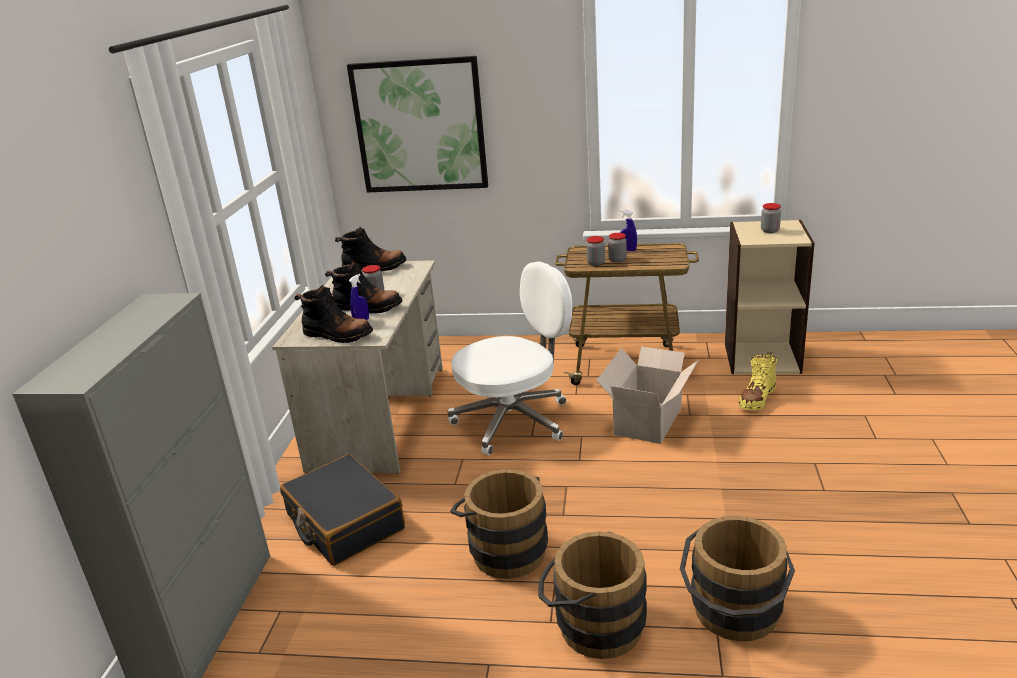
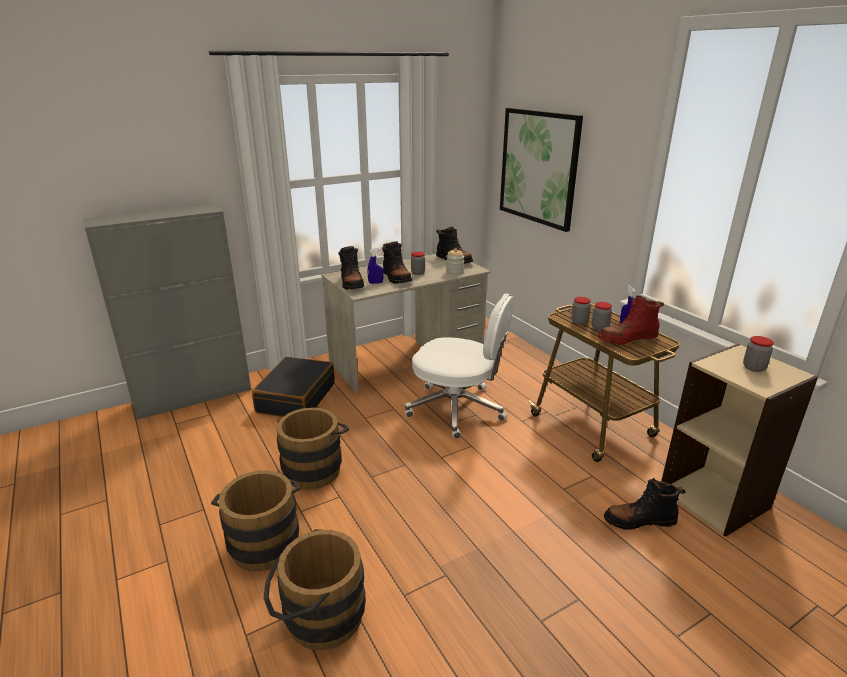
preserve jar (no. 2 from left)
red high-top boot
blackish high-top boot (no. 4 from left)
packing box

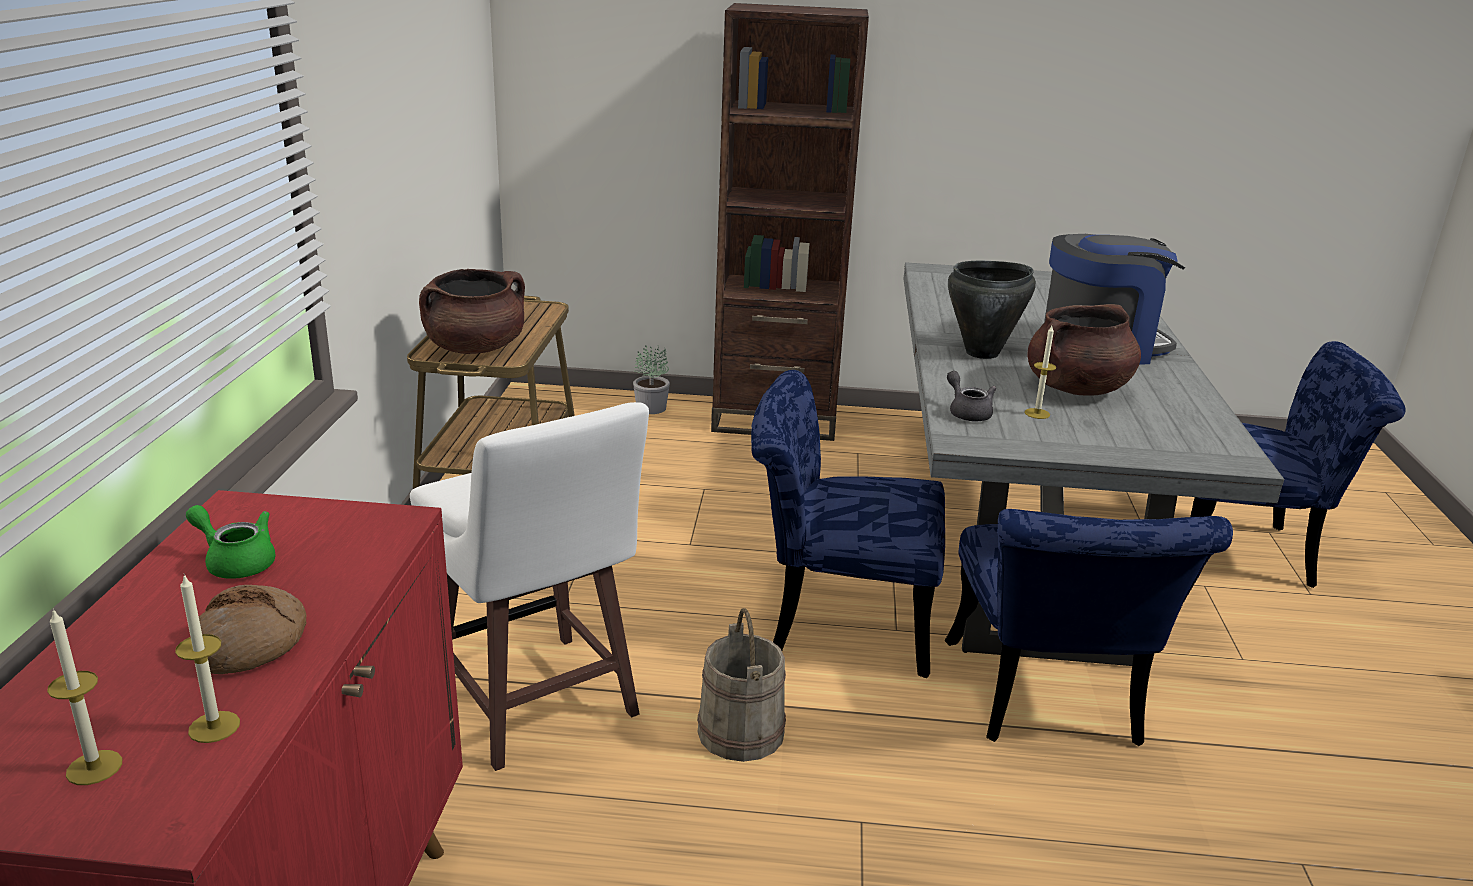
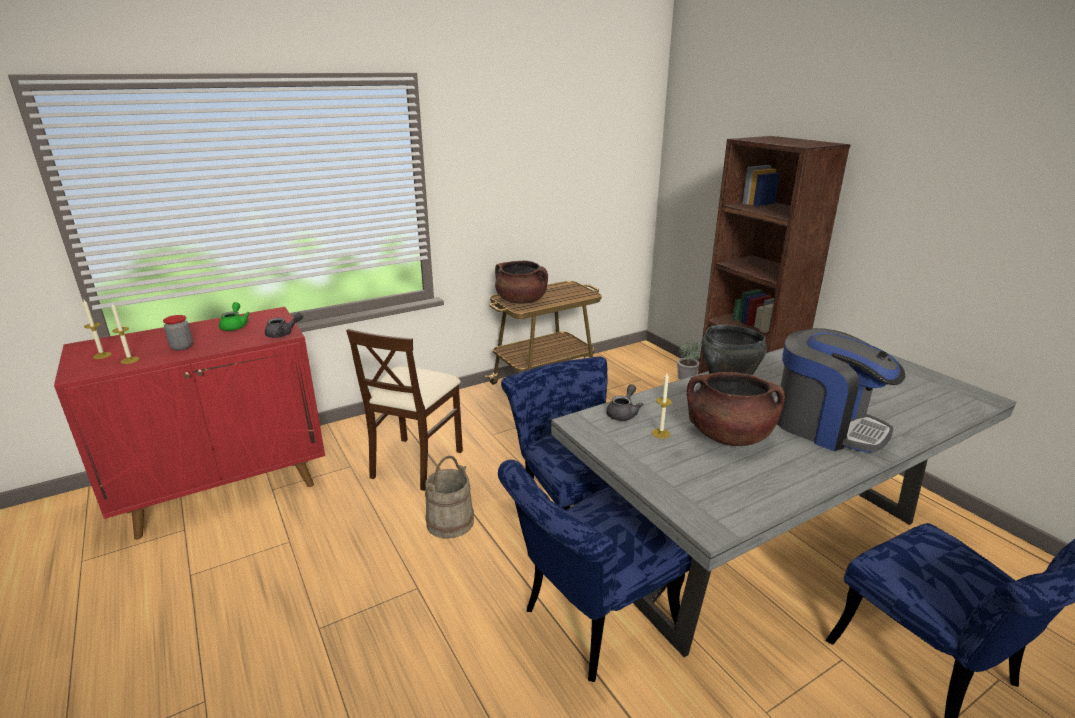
preserve jar
gray pot for tea (no. 1 from left)
sand-coloured chair

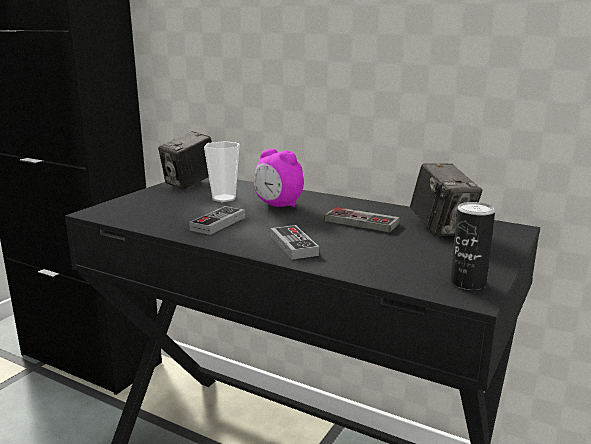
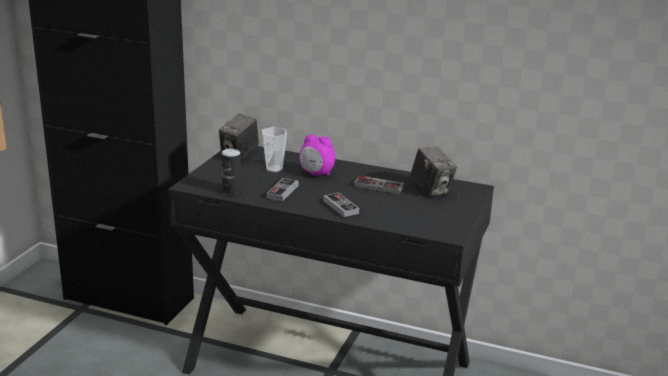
can

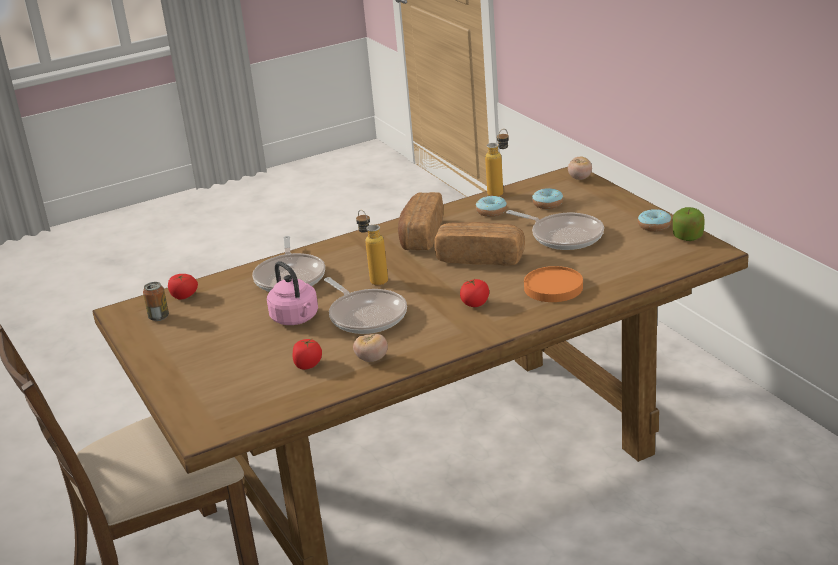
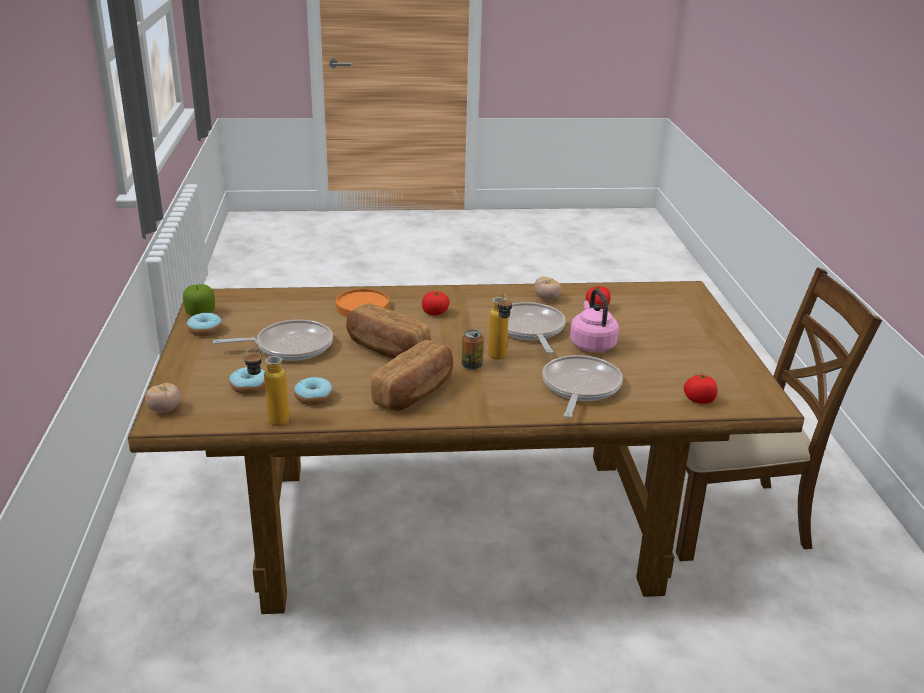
pan (no. 1 from left)
can

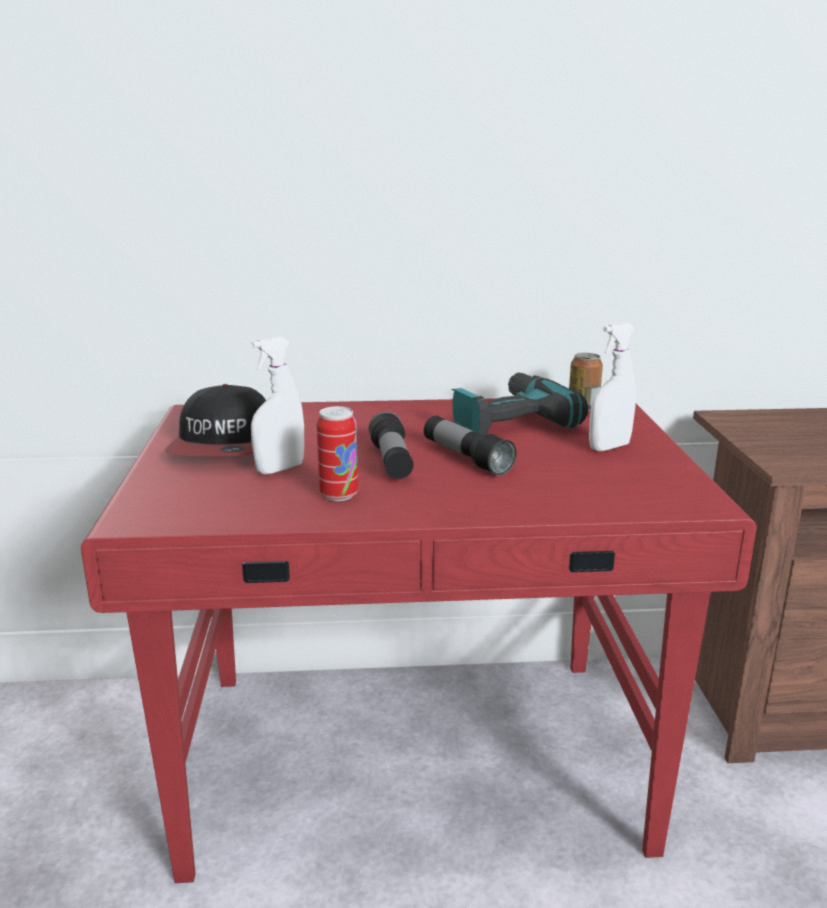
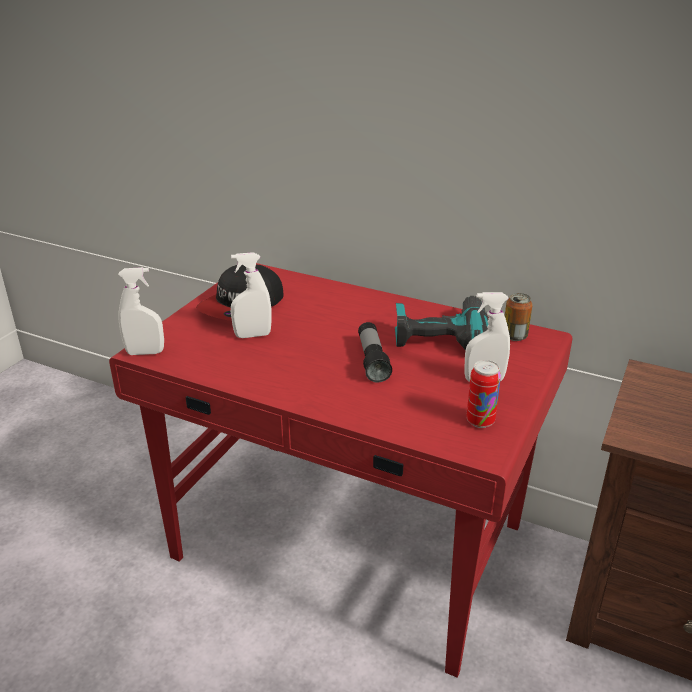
white-coloured hand sprayer (no. 1 from left)
can (no. 1 from left)
torch (no. 1 from left in the first image)

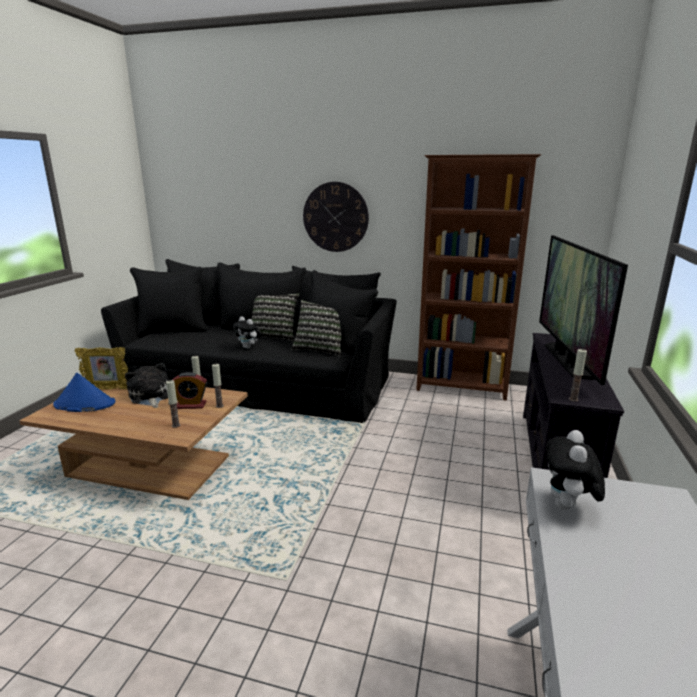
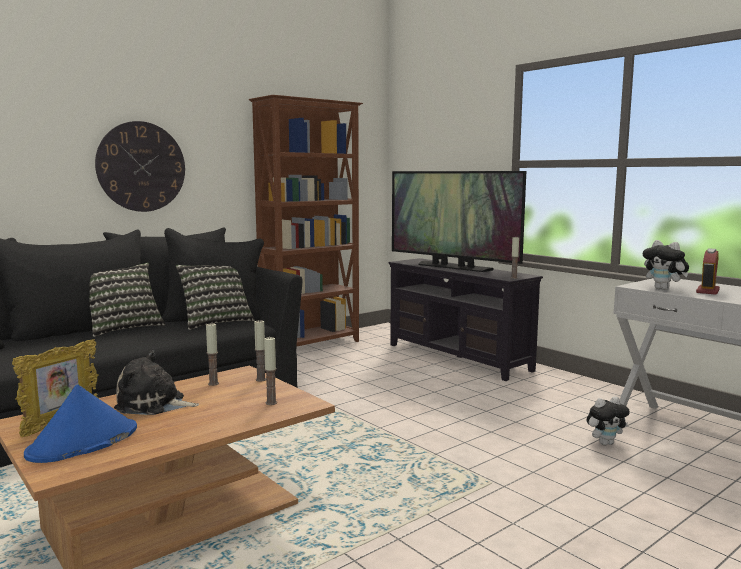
soft toy (no. 2 from left)
table clock

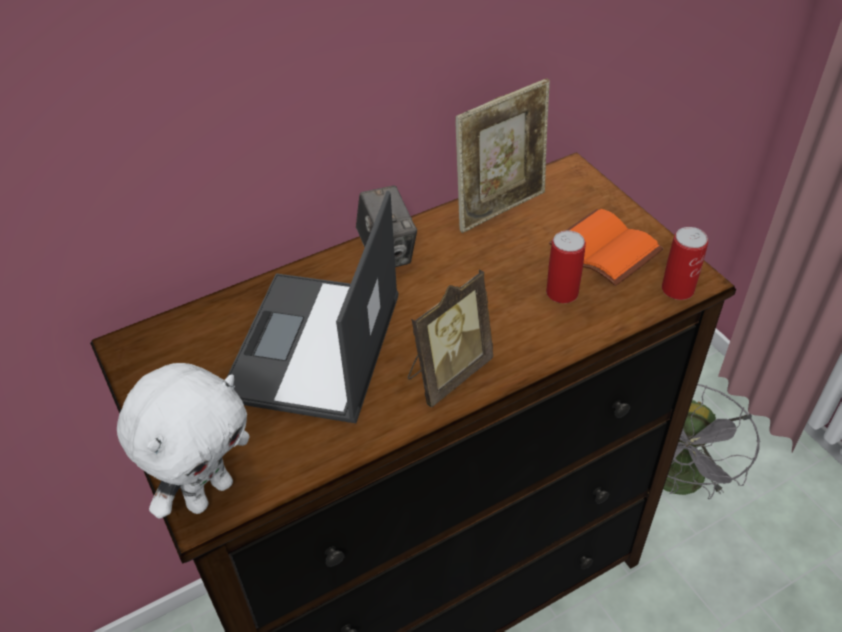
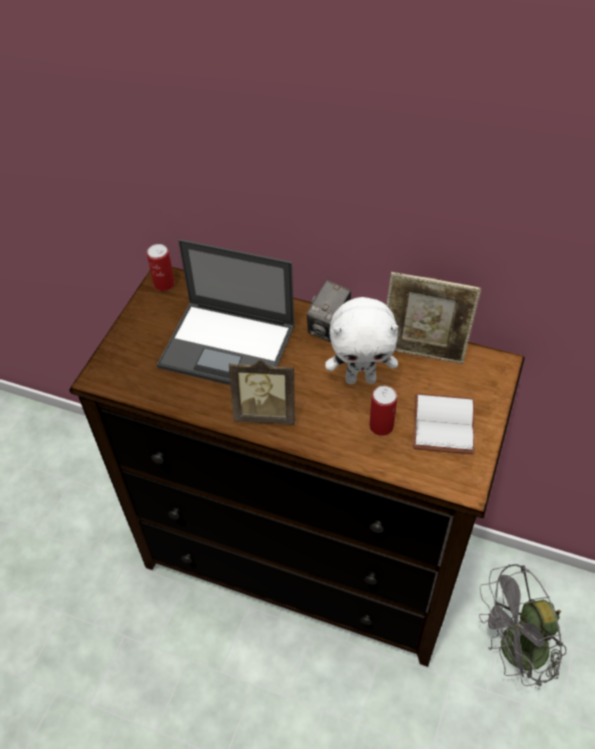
can (no. 1 from left)
notebook computer
white-coloured soft toy
white-coloured bound book

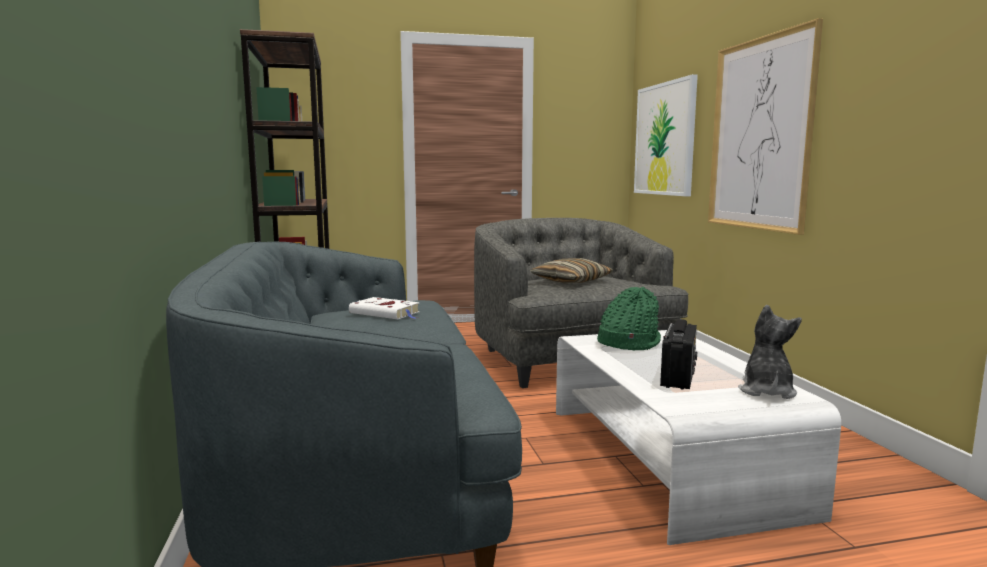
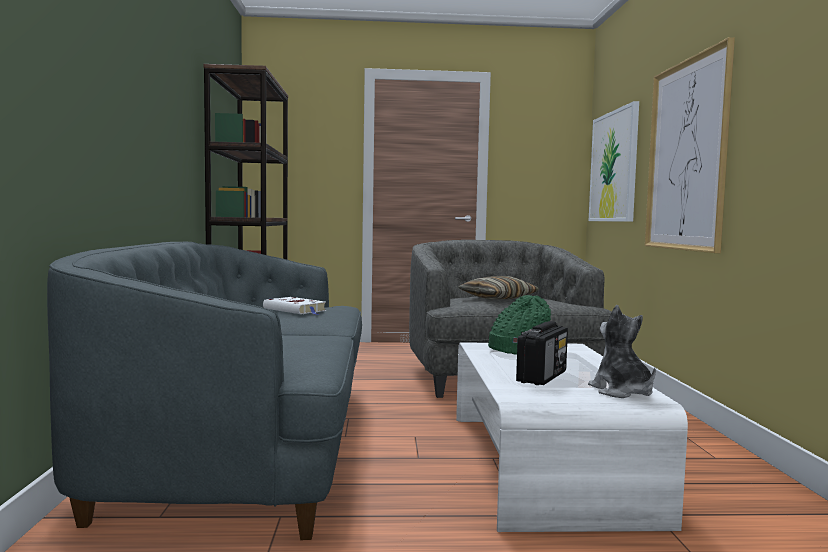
soft toy

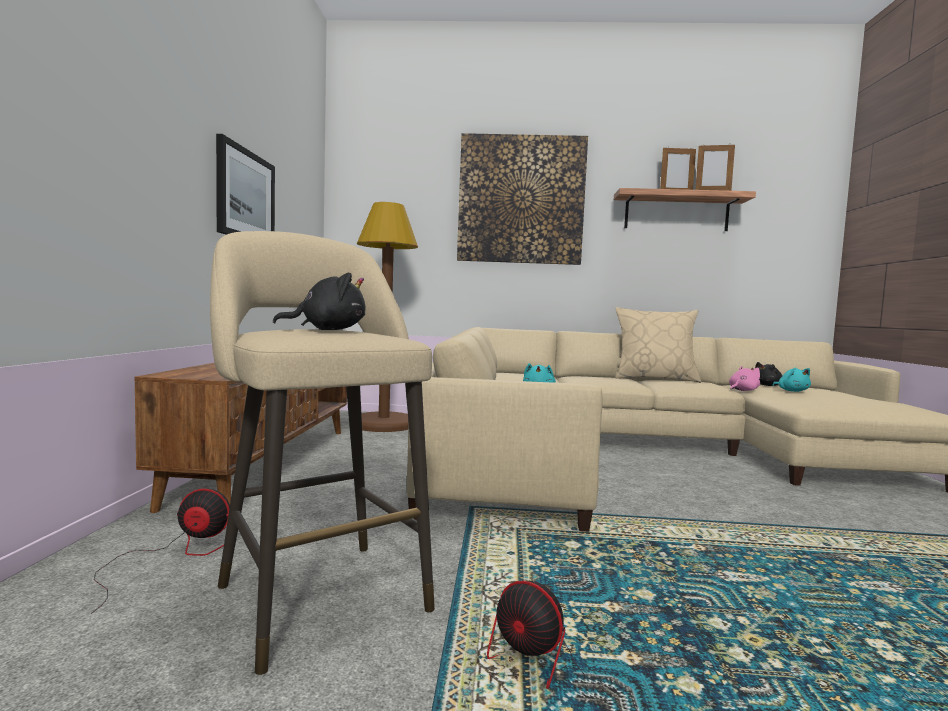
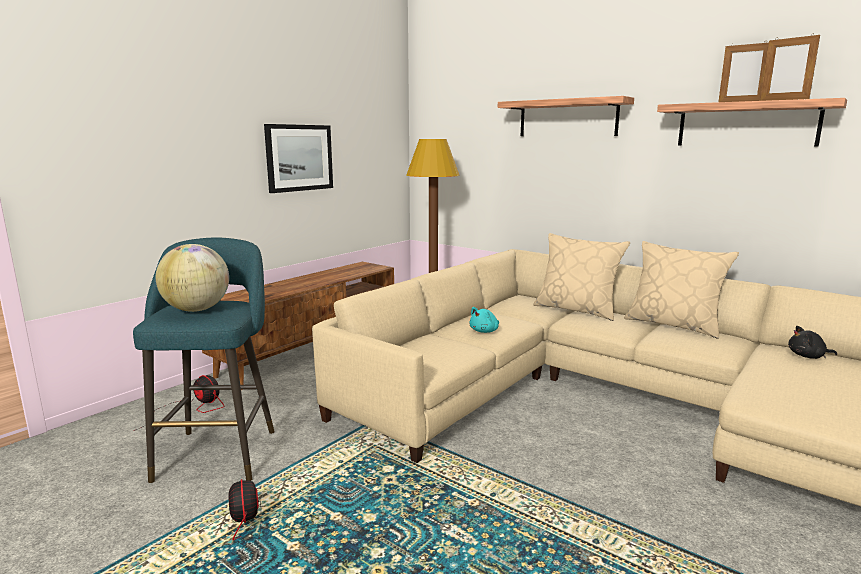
turquoise-coloured stool
globe
shelf (no. 1 from left)
sand-coloured pillow (no. 1 from left)
pink-coloured soft toy
turquoise-coloured soft toy (no. 2 from left in the first image)

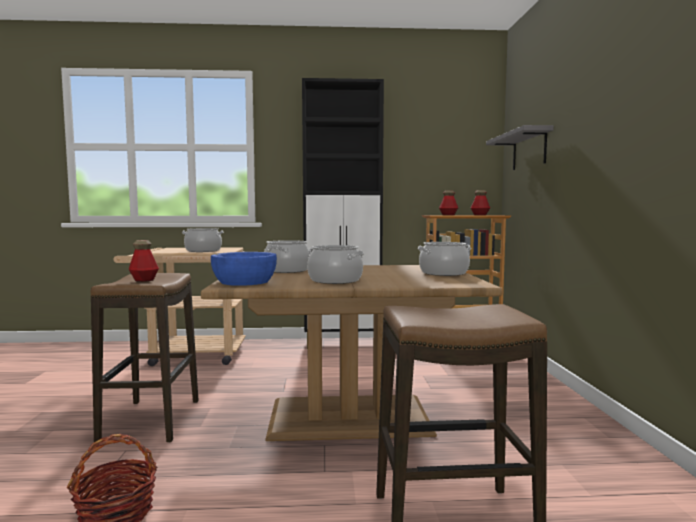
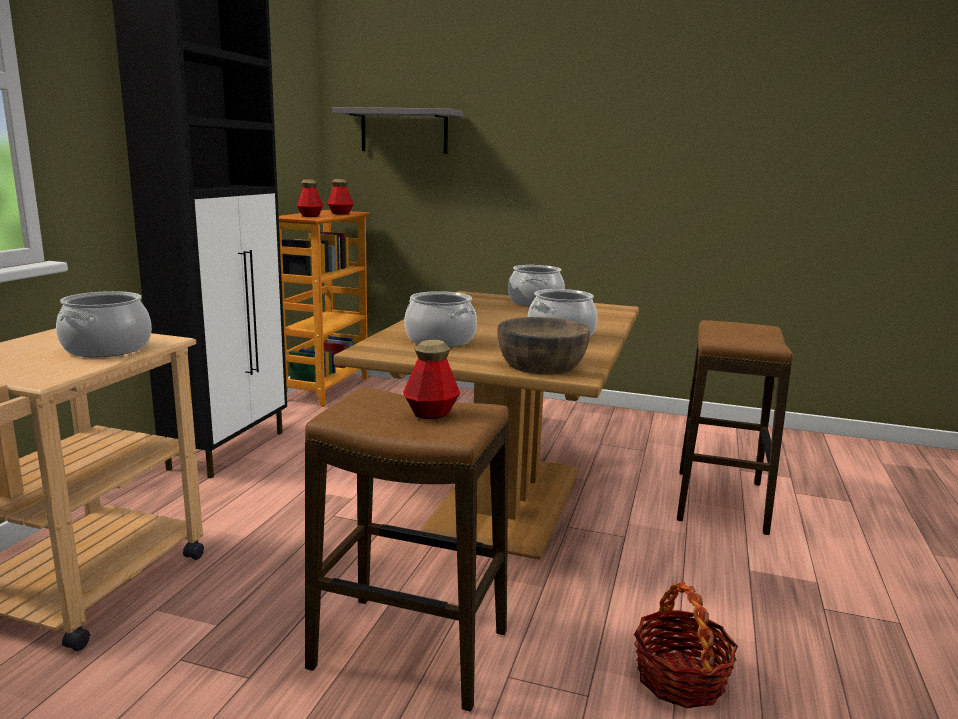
brown deep dish

